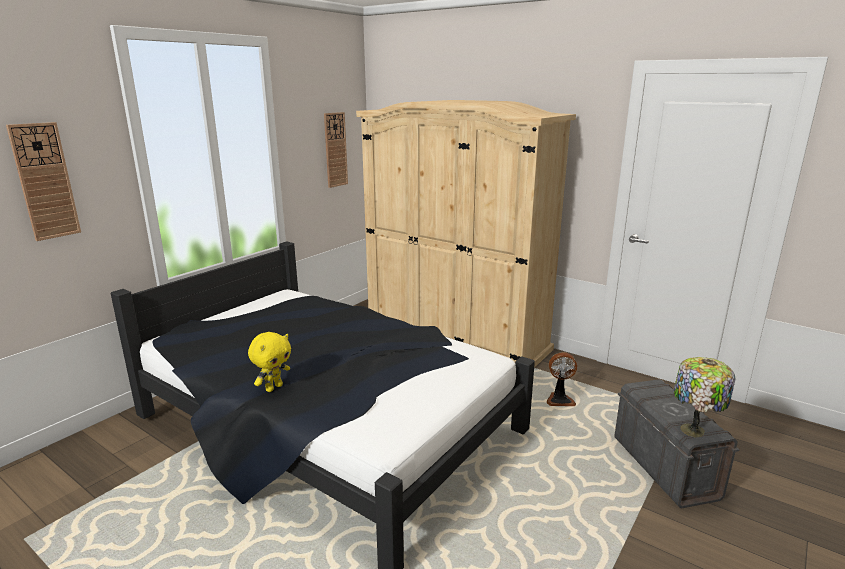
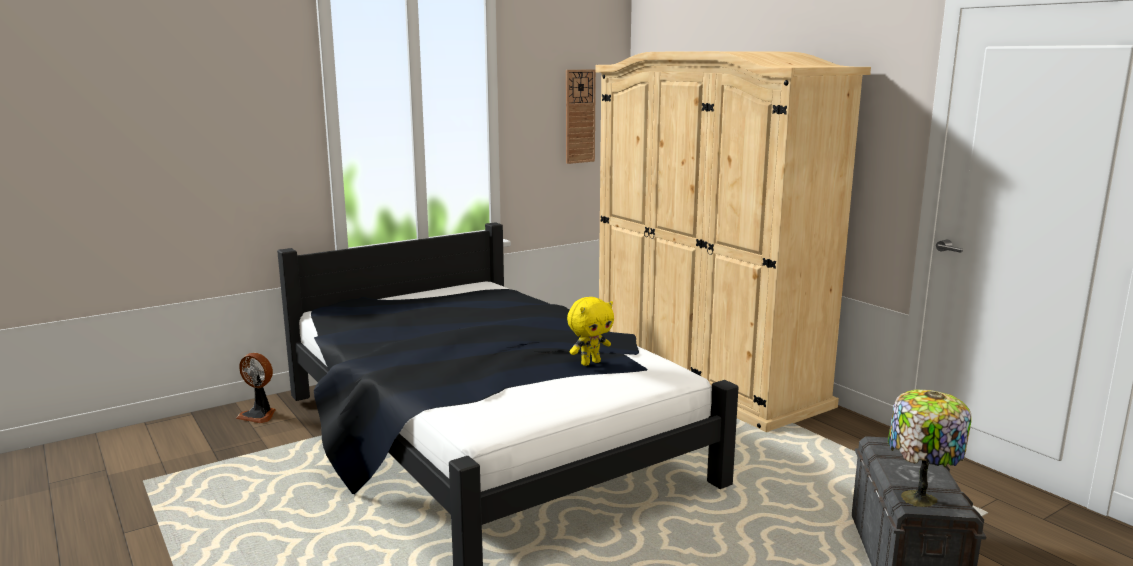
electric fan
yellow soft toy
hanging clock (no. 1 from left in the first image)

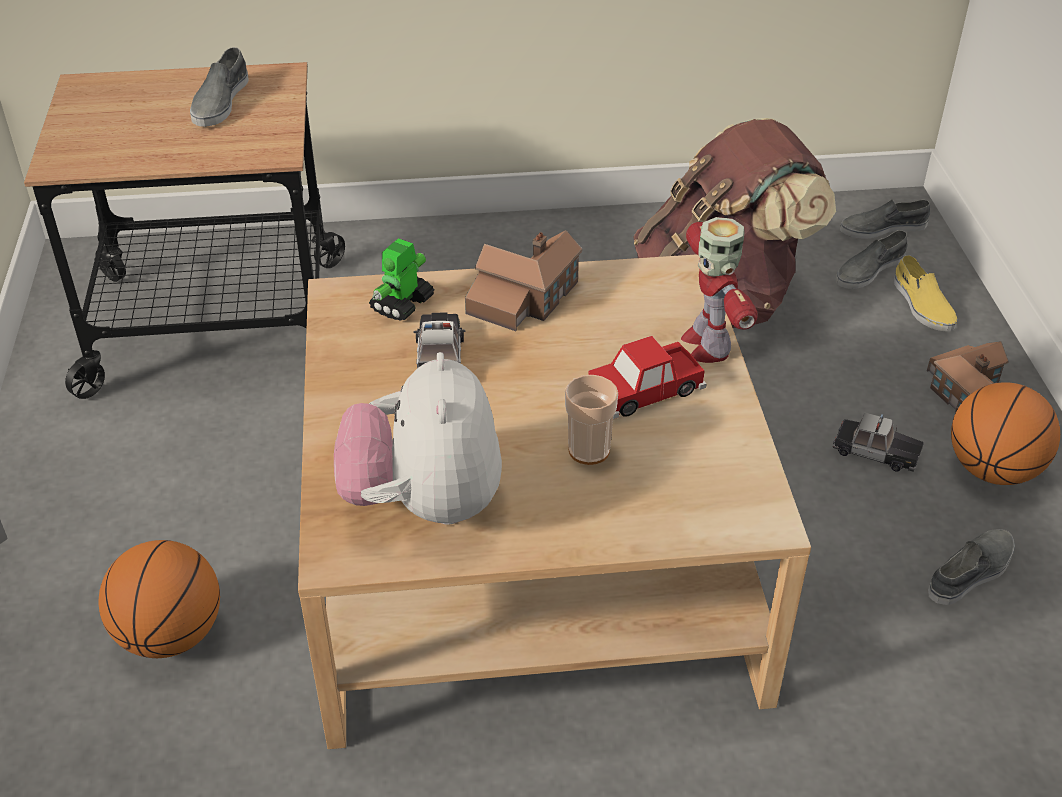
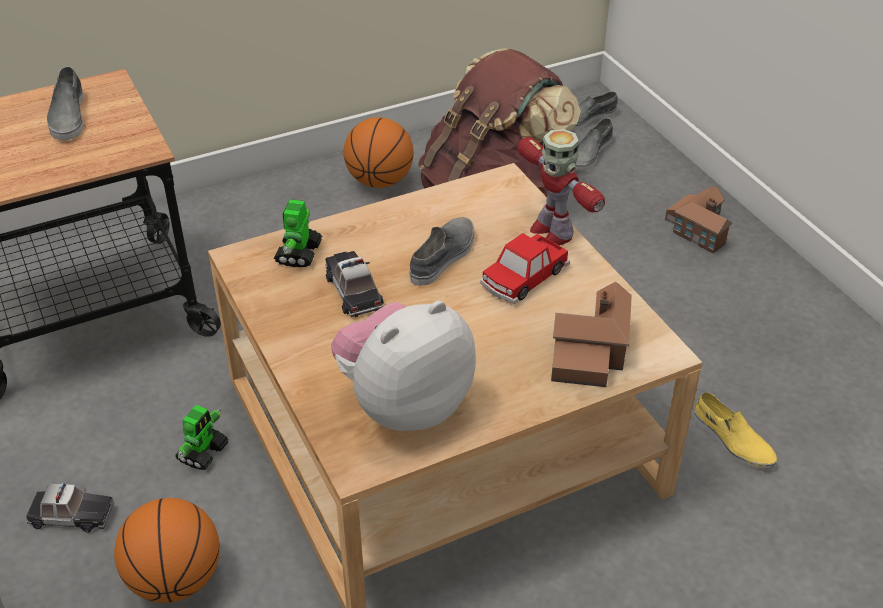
toy car (no. 1 from left)
model robot (no. 1 from left)
soft toy
basketball (no. 2 from left)
gray shoe (no. 2 from left)
model house (no. 1 from left)
yellow shoe
small cup

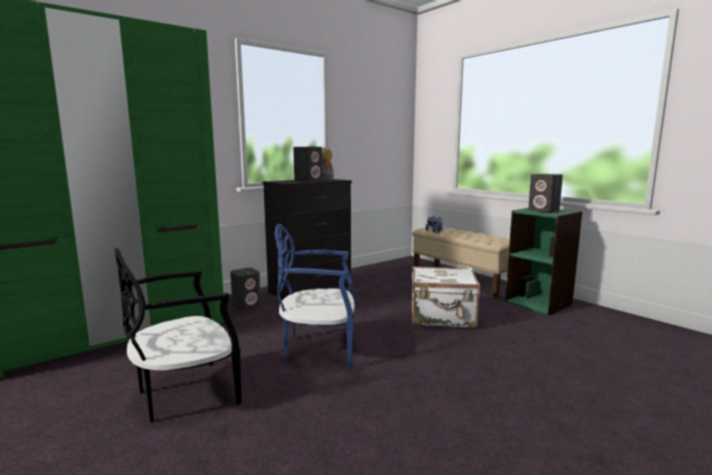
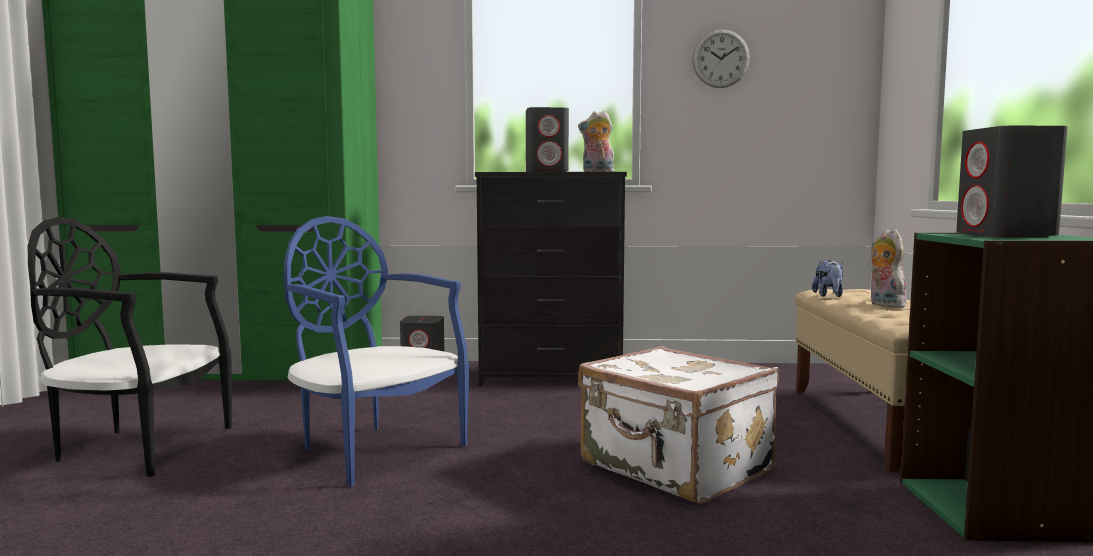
hanging clock
soft toy (no. 3 from left)

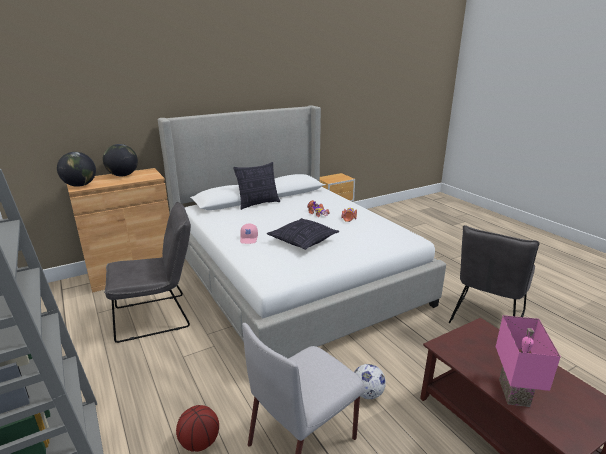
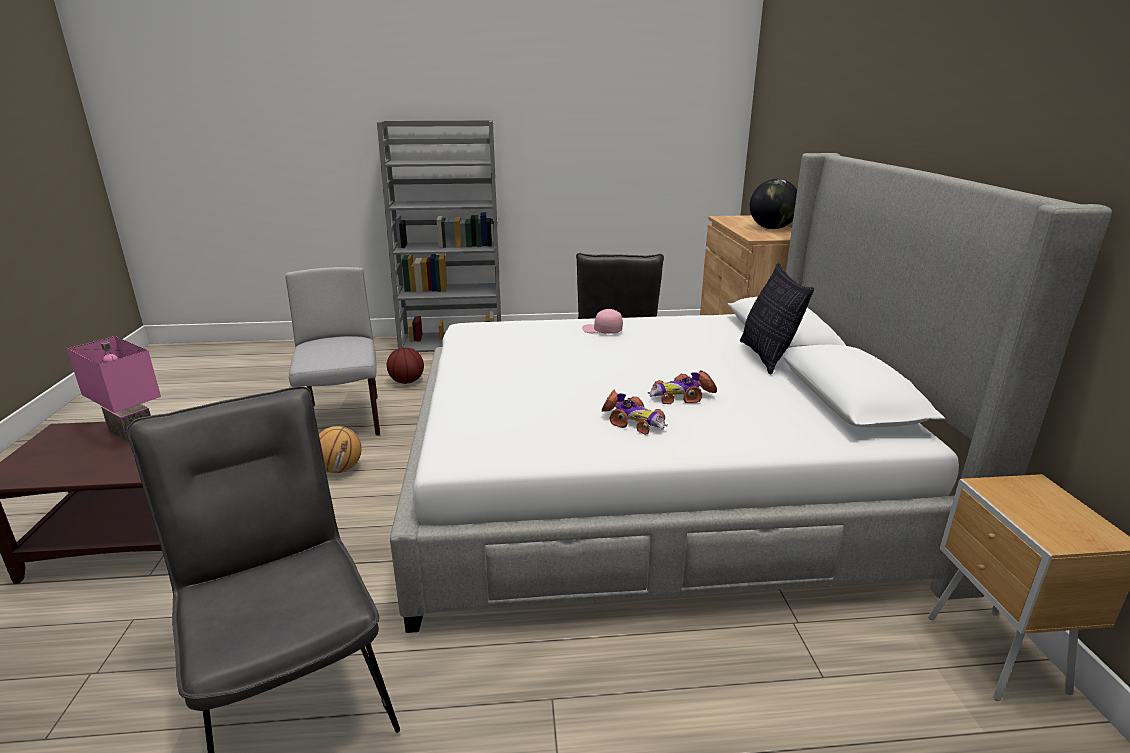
basketball (no. 1 from left)
globe (no. 1 from left in the first image)
pillow (no. 2 from left in the first image)

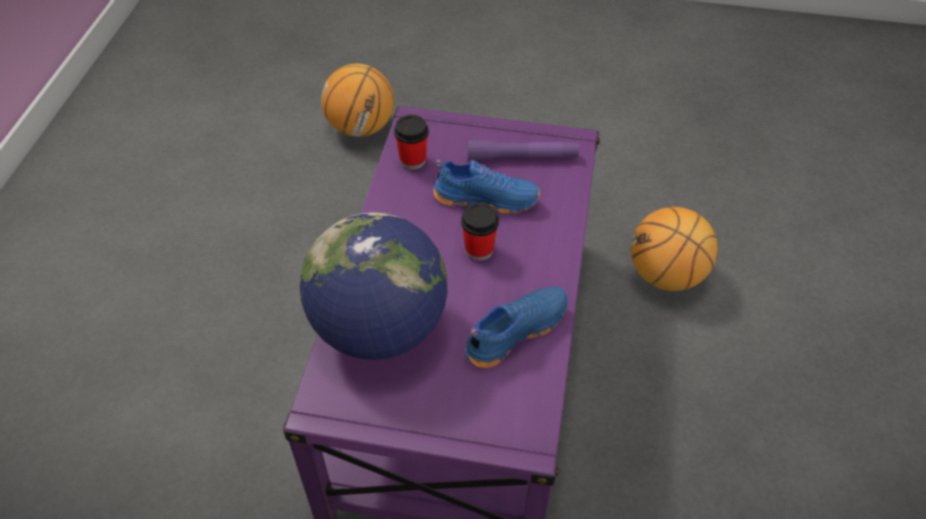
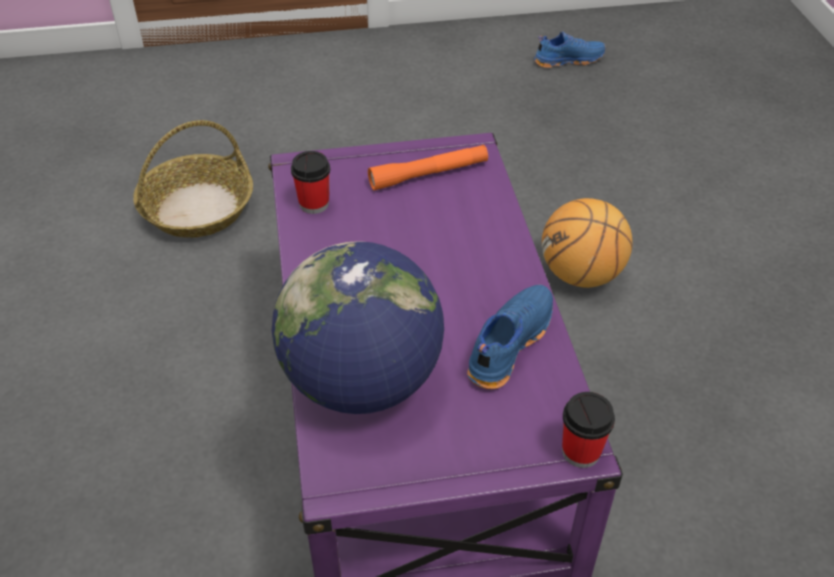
basket
orangey torch
blue shoe (no. 2 from left)
small cup (no. 2 from left)

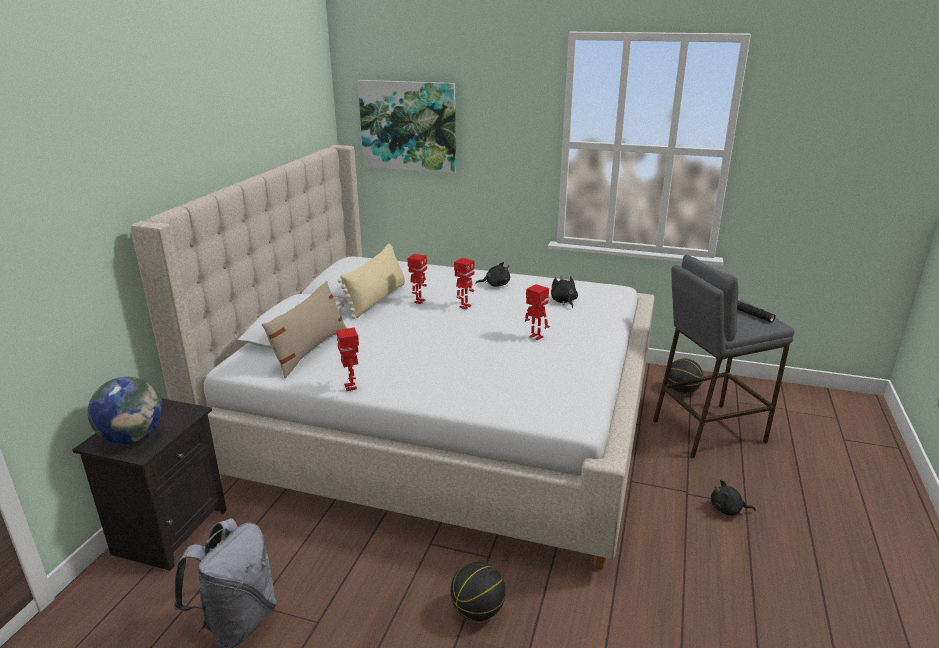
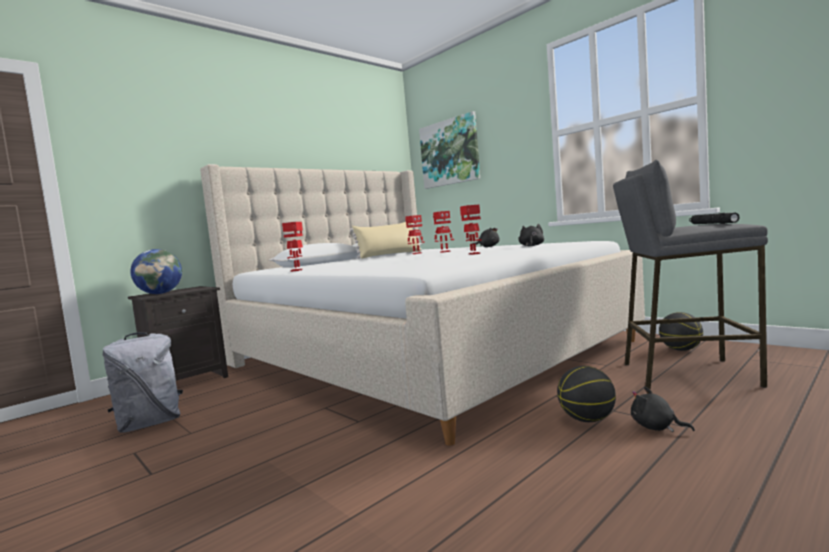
basketball (no. 1 from left)
sand-coloured pillow (no. 1 from left in the first image)

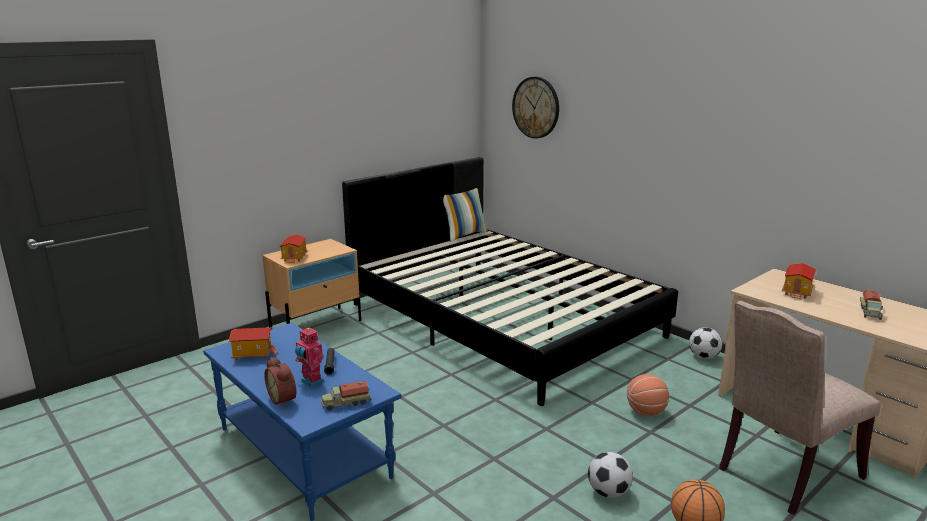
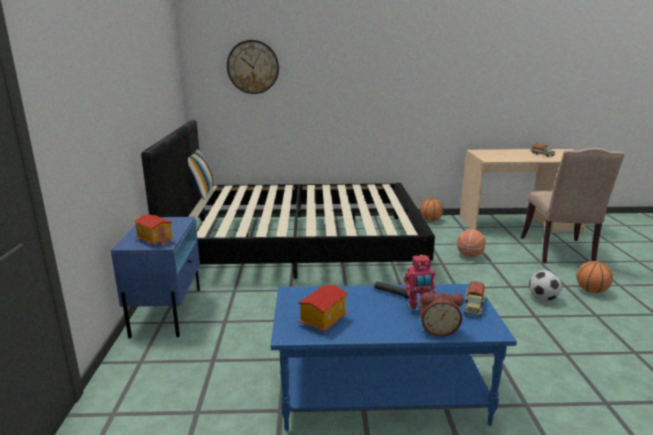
blue night table
basketball (no. 1 from left)
model house (no. 3 from left in the first image)

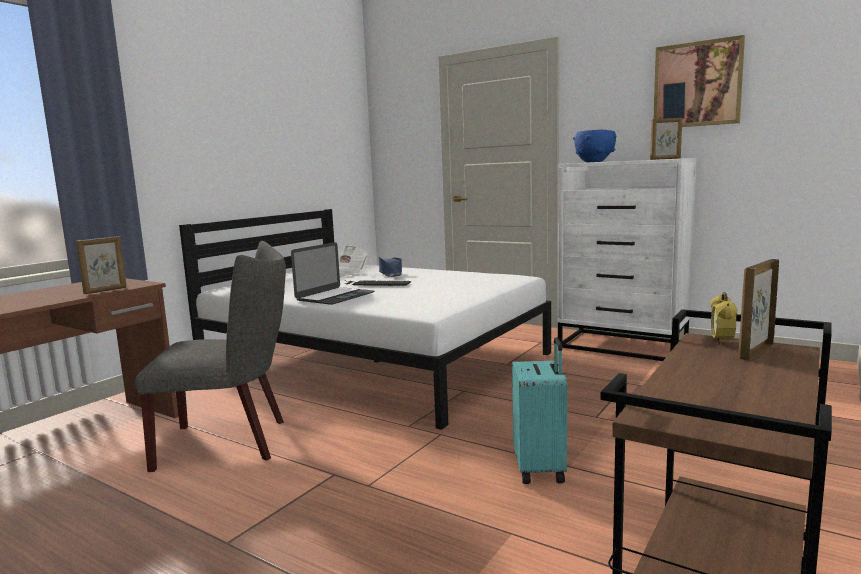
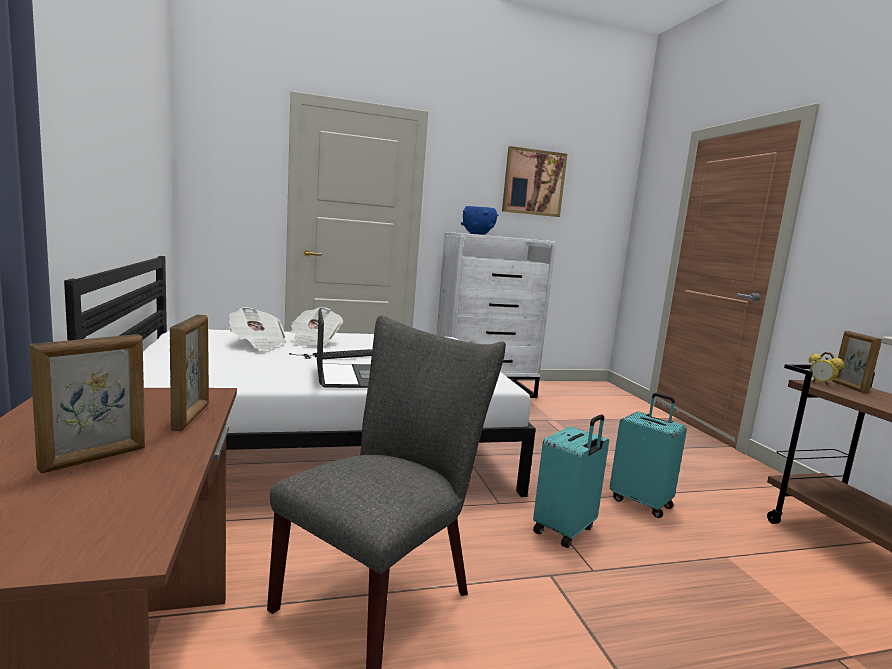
photo frame (no. 1 from left)
newspaper (no. 2 from left)
turquoise-coloured piece of luggage (no. 1 from left)

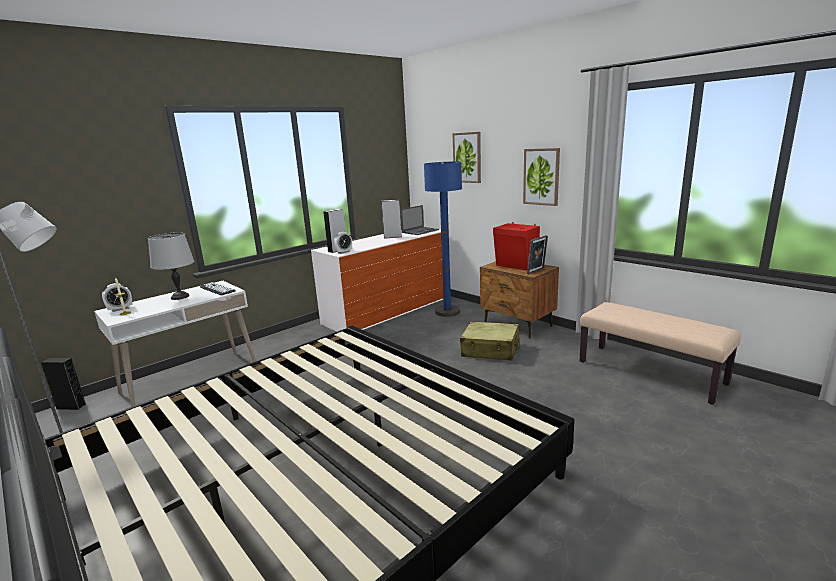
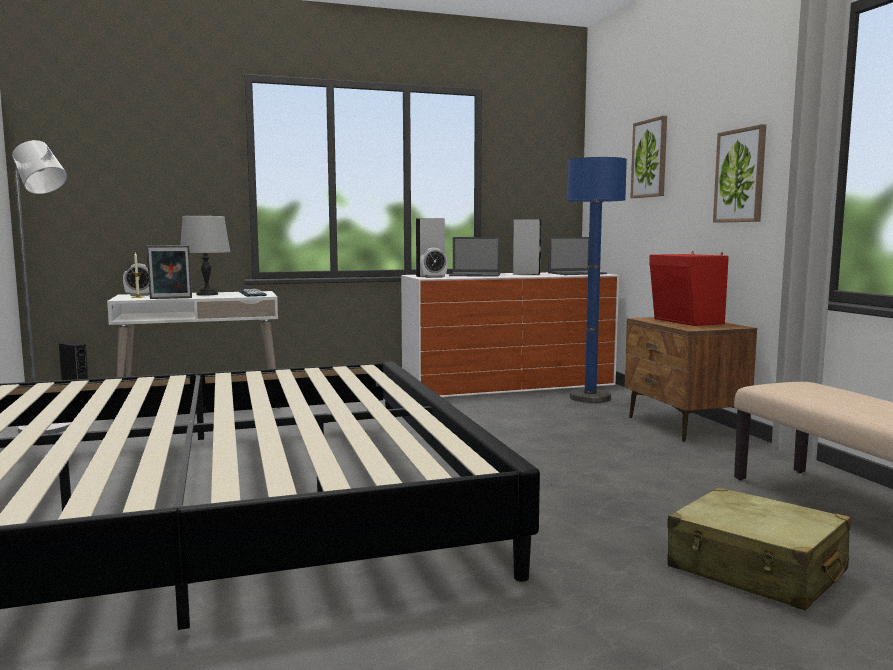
photo frame
notebook computer (no. 1 from left)
sand-coloured piece of luggage

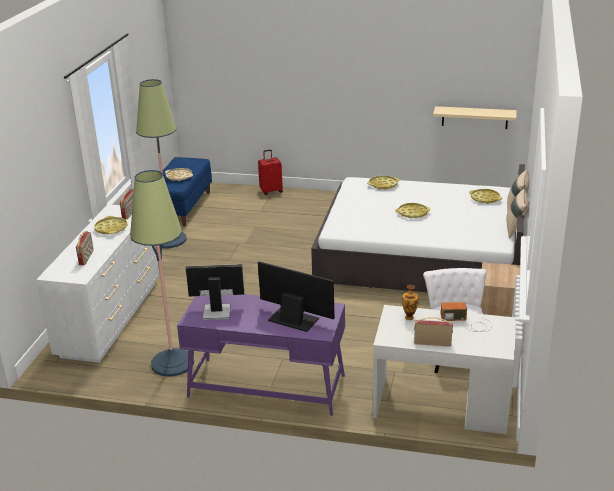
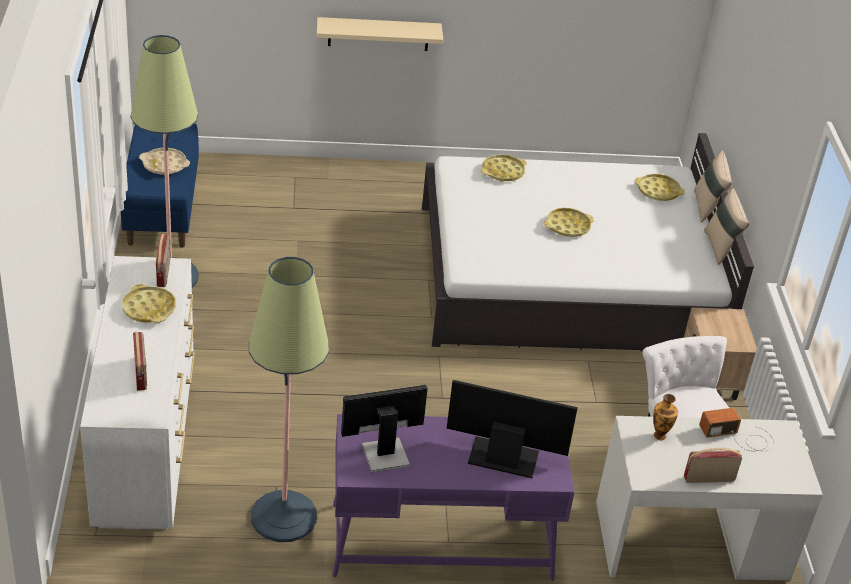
sand-coloured shelf
red piece of luggage

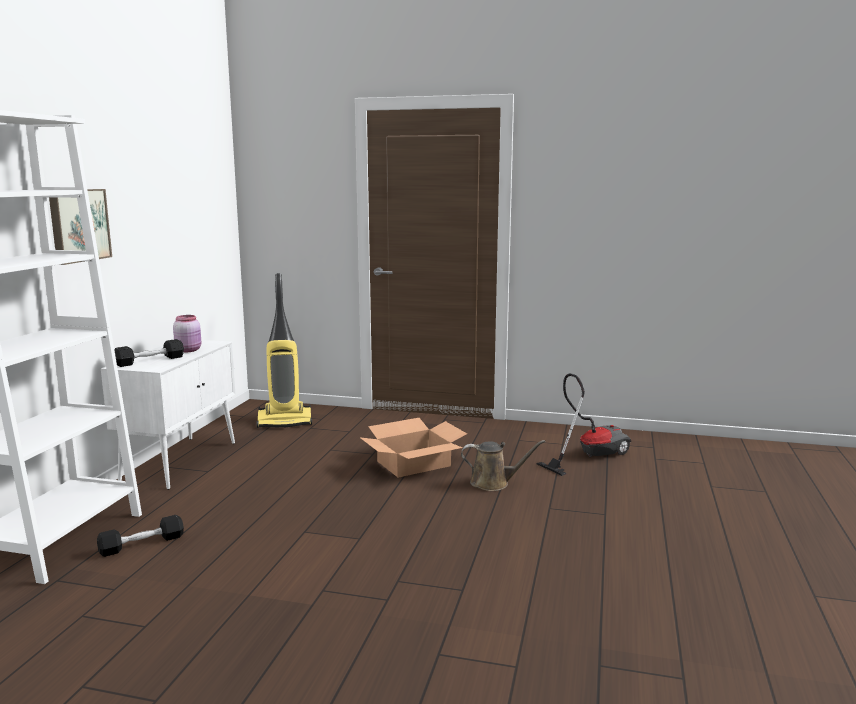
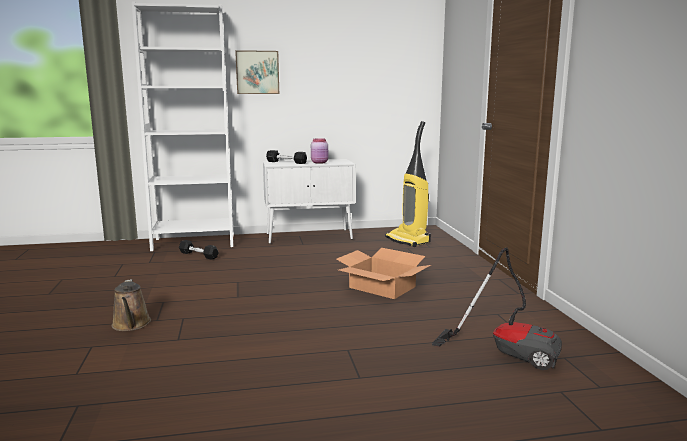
brown watering can

